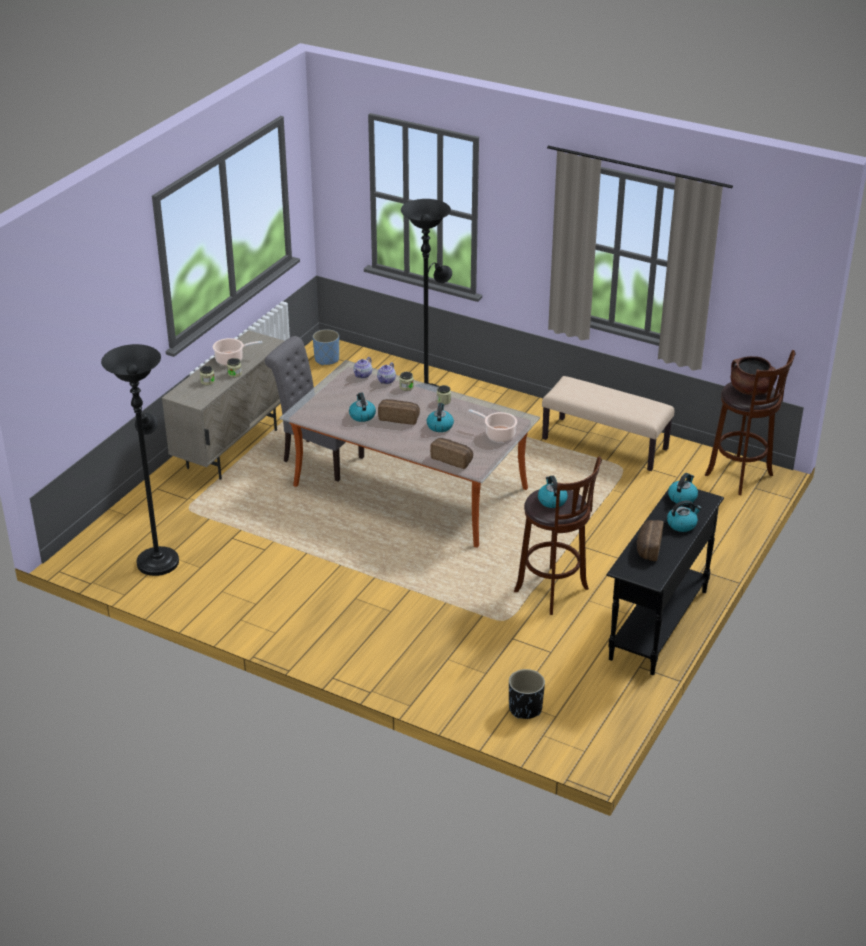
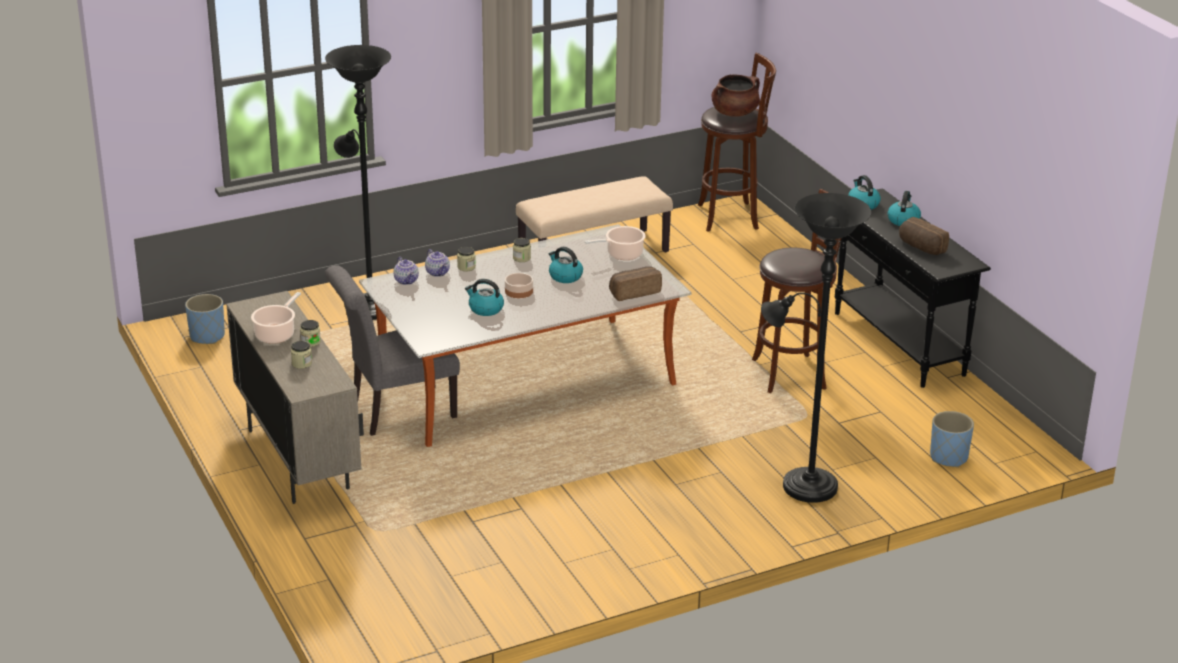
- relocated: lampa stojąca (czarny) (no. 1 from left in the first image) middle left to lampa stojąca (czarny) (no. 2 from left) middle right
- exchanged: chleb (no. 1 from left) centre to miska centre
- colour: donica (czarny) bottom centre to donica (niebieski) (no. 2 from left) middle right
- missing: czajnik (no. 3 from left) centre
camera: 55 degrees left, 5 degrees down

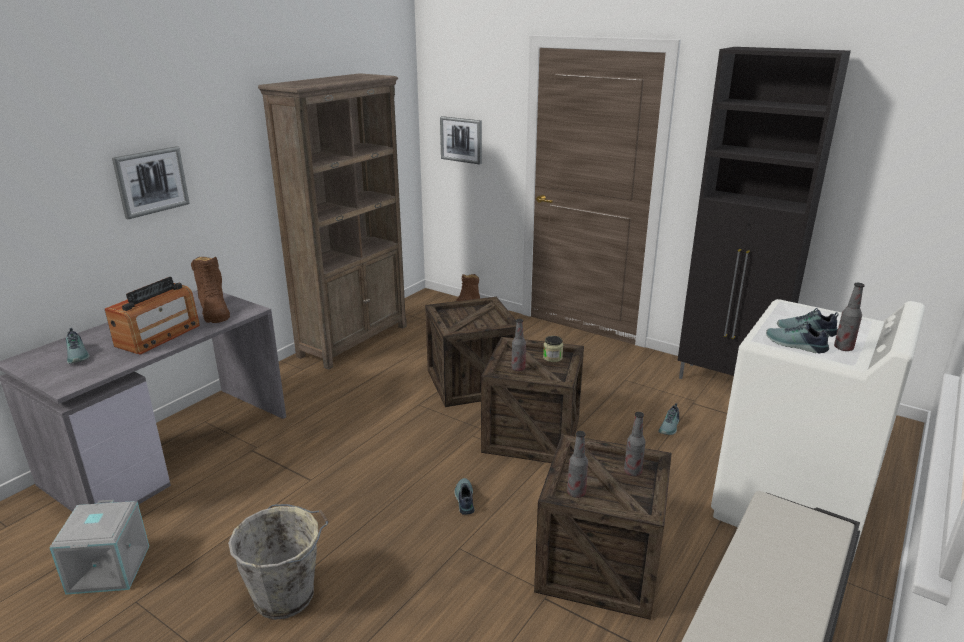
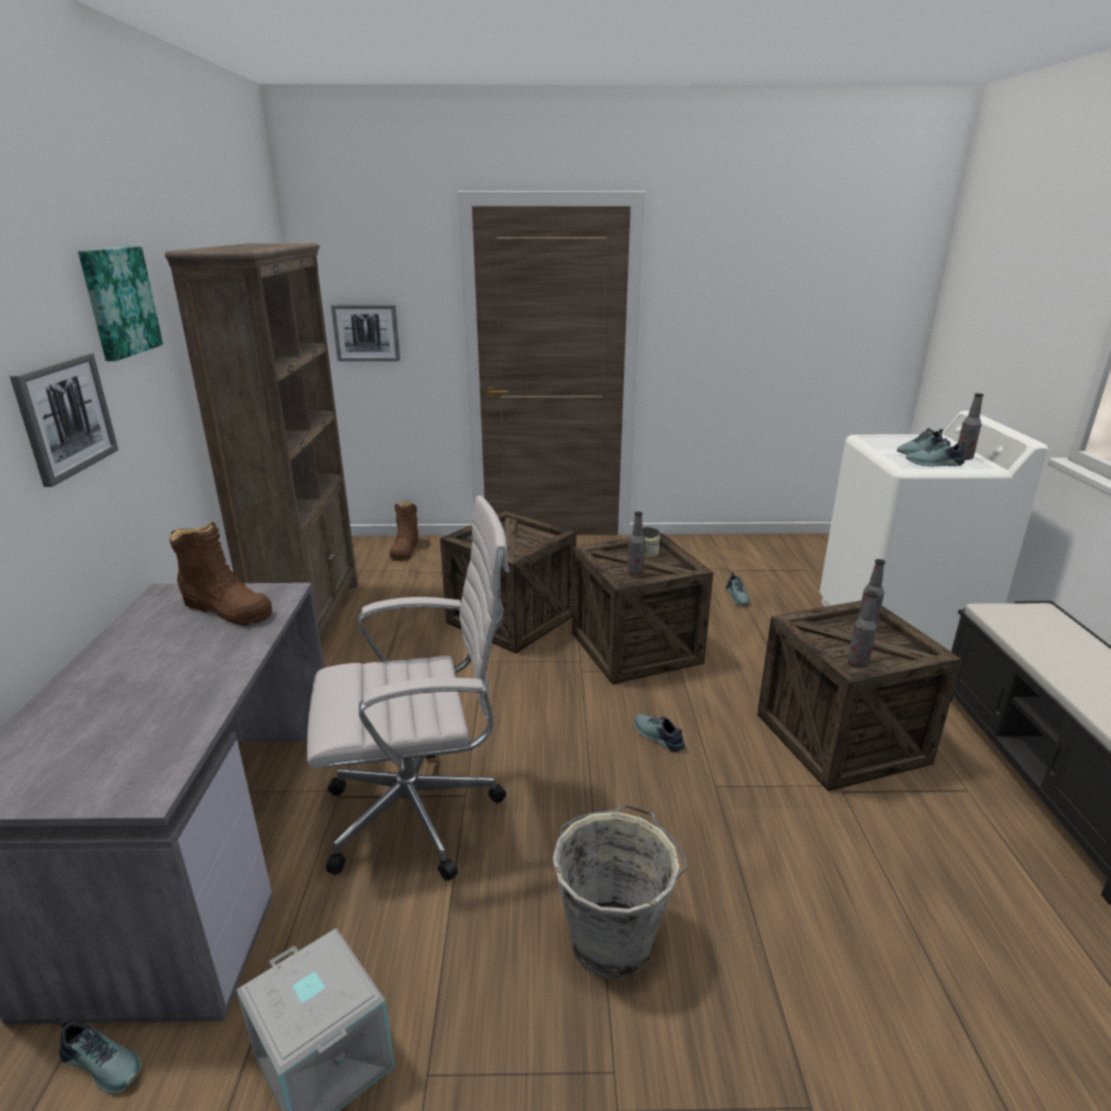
- relocated: but (no. 1 from left) middle left to bottom left
- missing: radio middle left
- missing: szafka (czarny) top right
- appeared: obraz (no. 2 from left) top left
- appeared: krzesło biurowe (biały) centre
camera: 35 degrees left, 0 degrees up

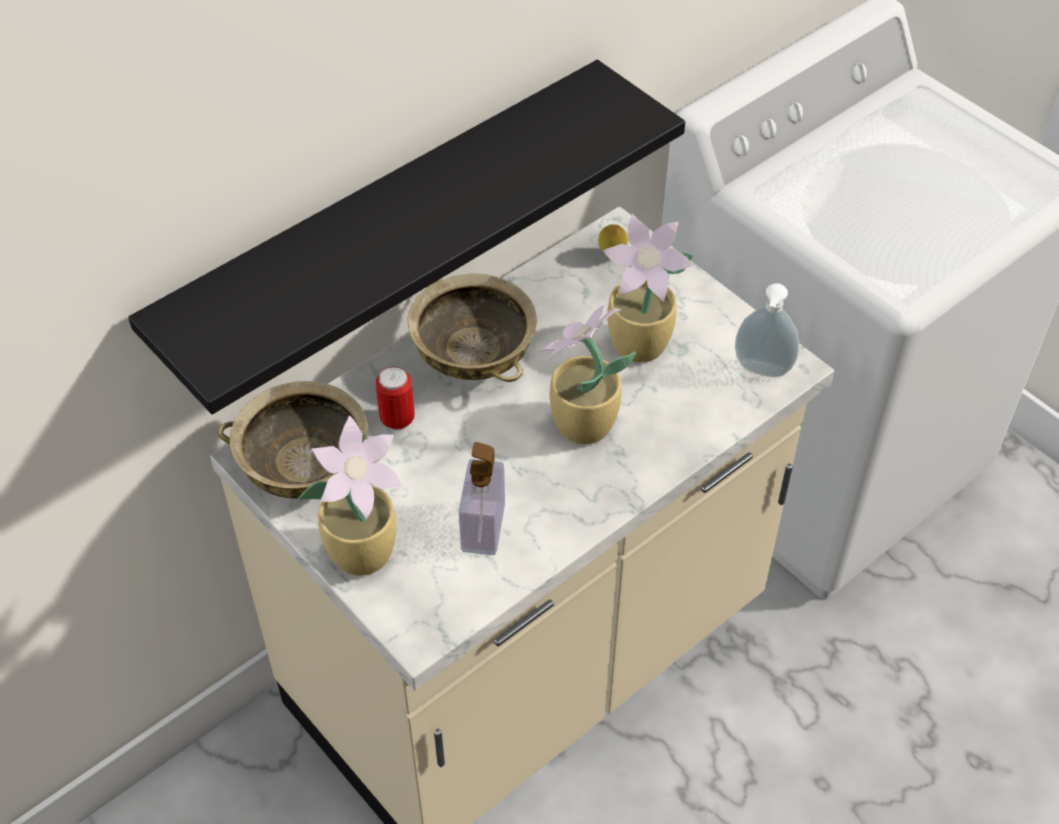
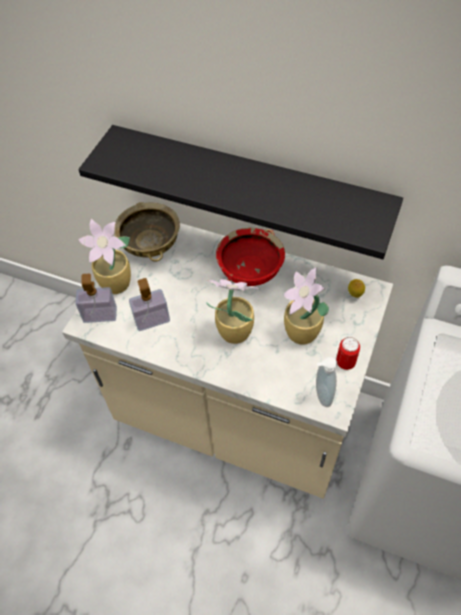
- relocated: puszka centre to middle right
- colour: miska (beżowy) (no. 2 from left) centre to miska (czerwony) centre
- appeared: dozownik mydła (no. 1 from left) middle left
camera: 65 degrees right, 5 degrees up

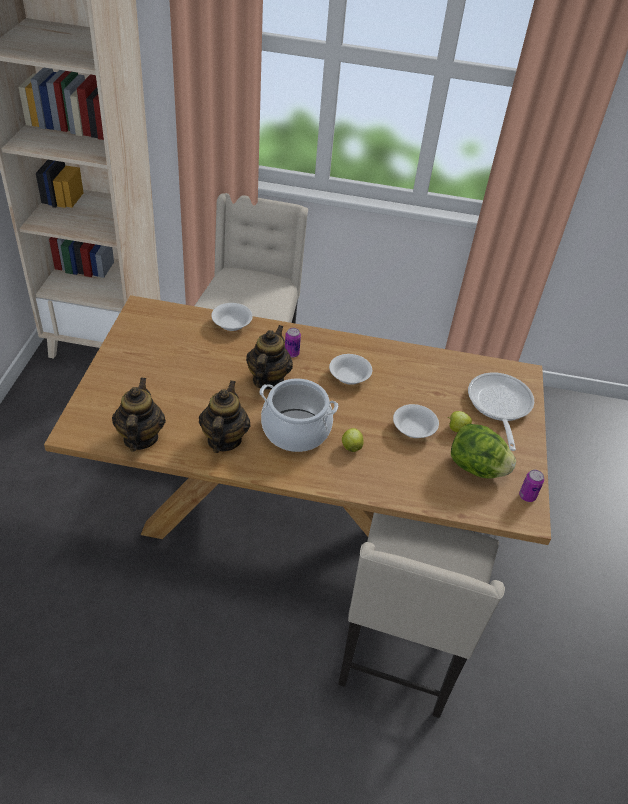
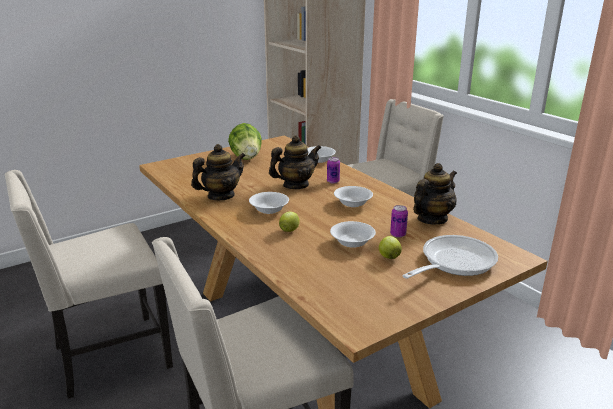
- relocated: imbryk (no. 1 from left in the first image) middle left to imbryk (no. 3 from left) middle right
- exchanged: garnek centre to miska (biały) (no. 1 from left) centre
- relocated: sałata middle right to centre
- relocated: puszka (no. 2 from left) middle right to centre
- appeared: krzesło (beżowy) (no. 1 from left) bottom left
camera: 50 degrees right, 20 degrees down

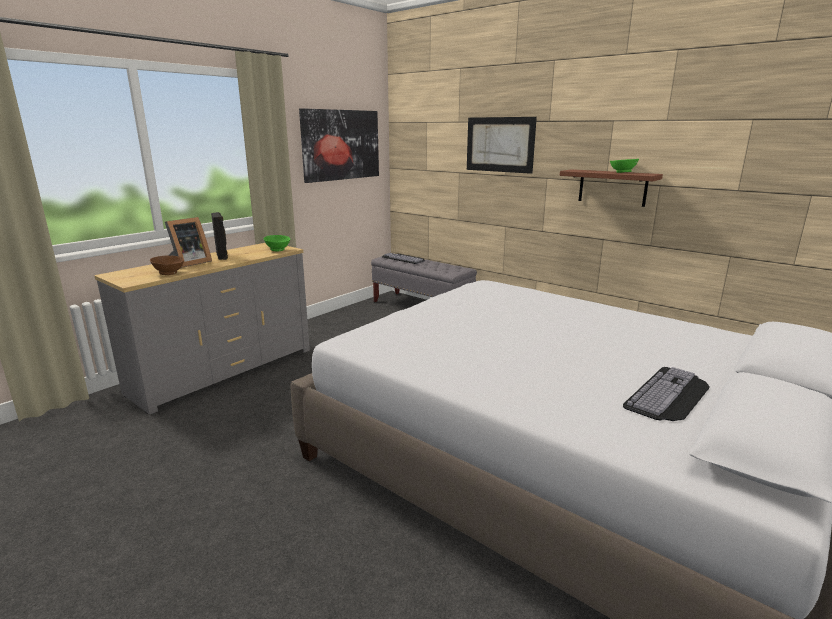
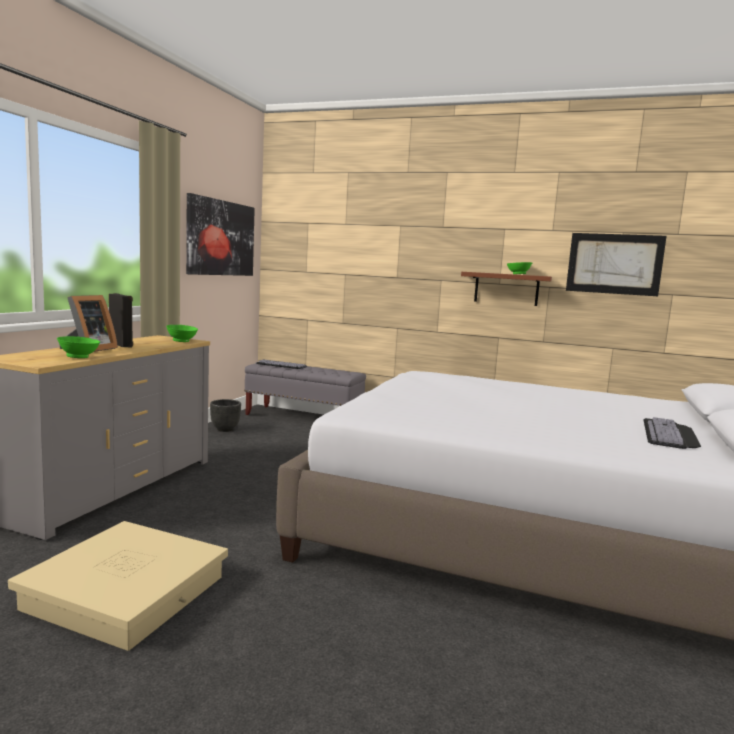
- colour: miska (brązowy) middle left to miska (zielony) (no. 1 from left) middle left
- relocated: obraz (no. 2 from left) top centre to middle right
- appeared: pojemnik do przechowywania (beżowy) bottom left
- appeared: donica (czarny) middle left
camera: 20 degrees left, 10 degrees down

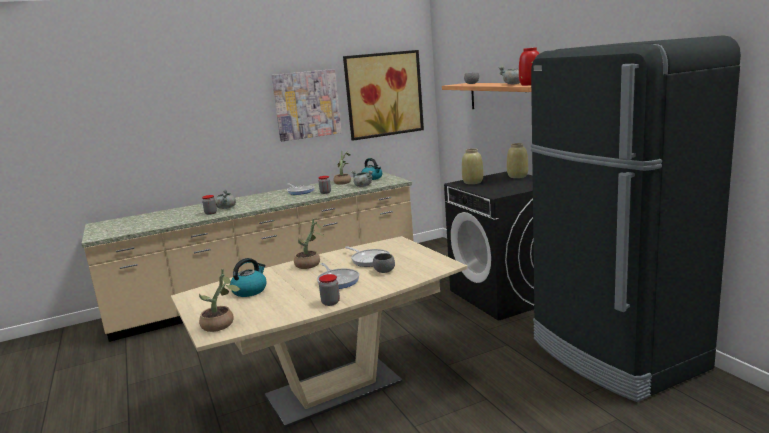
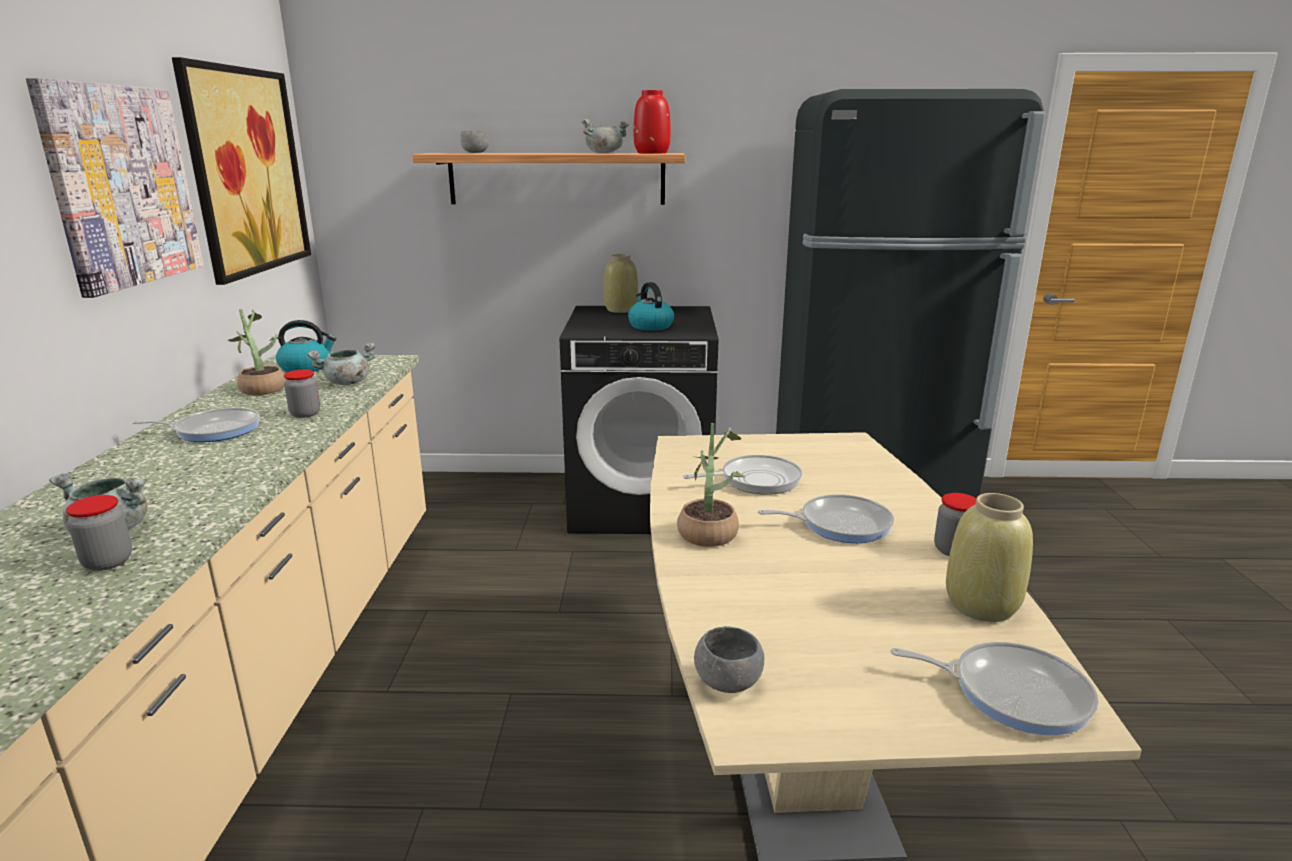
- exchanged: roślina doniczkowa (no. 1 from left) bottom left to patelnia (no. 4 from left) bottom right
- relocated: czajnik (no. 1 from left in the first image) middle left to czajnik (no. 2 from left) centre
- relocated: miska (szary) (no. 1 from left in the first image) centre to miska (szary) (no. 2 from left) bottom centre
- relocated: wazon (beżowy) (no. 1 from left in the first image) centre to wazon (beżowy) (no. 2 from left) middle right
camera: 65 degrees left, 5 degrees up

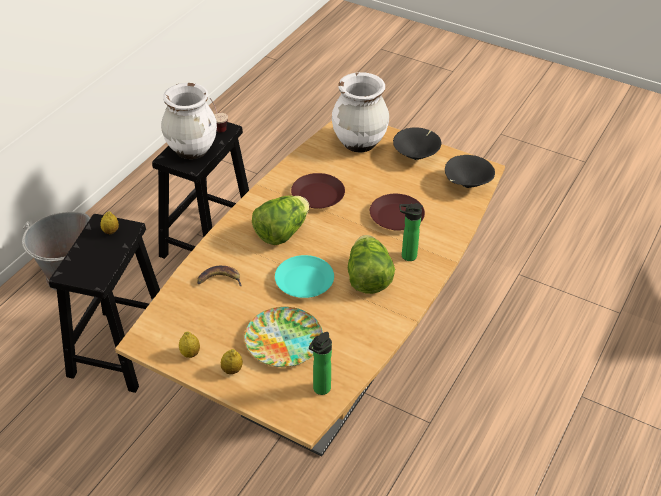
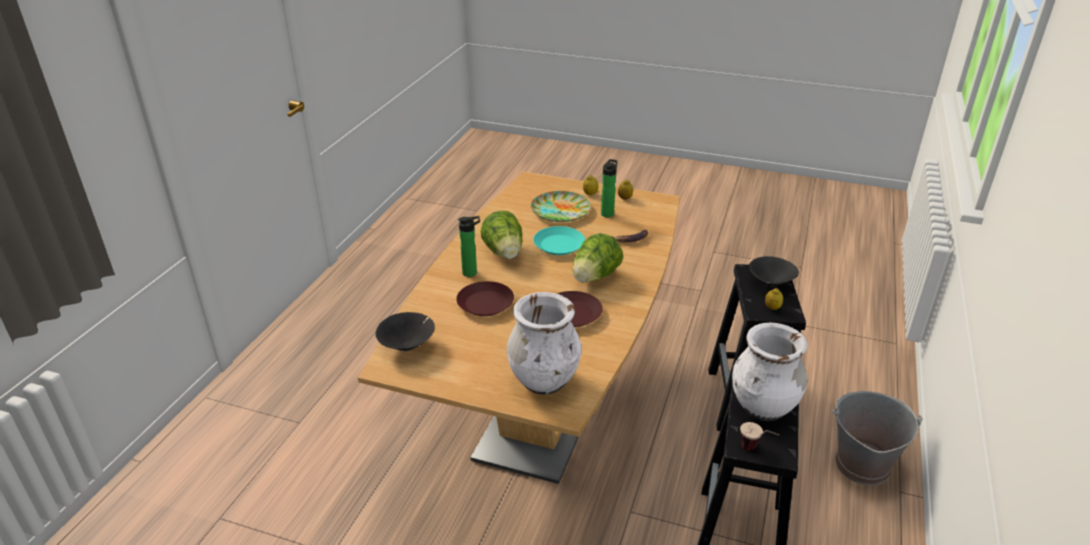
- relocated: butelka (no. 1 from left in the first image) bottom centre to butelka (no. 2 from left) centre
- relocated: miska (czarny) (no. 1 from left in the first image) top centre to miska (czarny) (no. 2 from left) middle right
camera: 170 degrees right, 10 degrees down

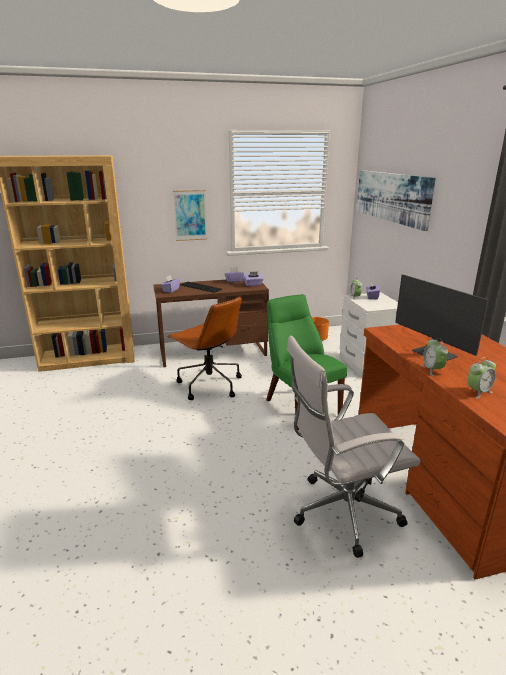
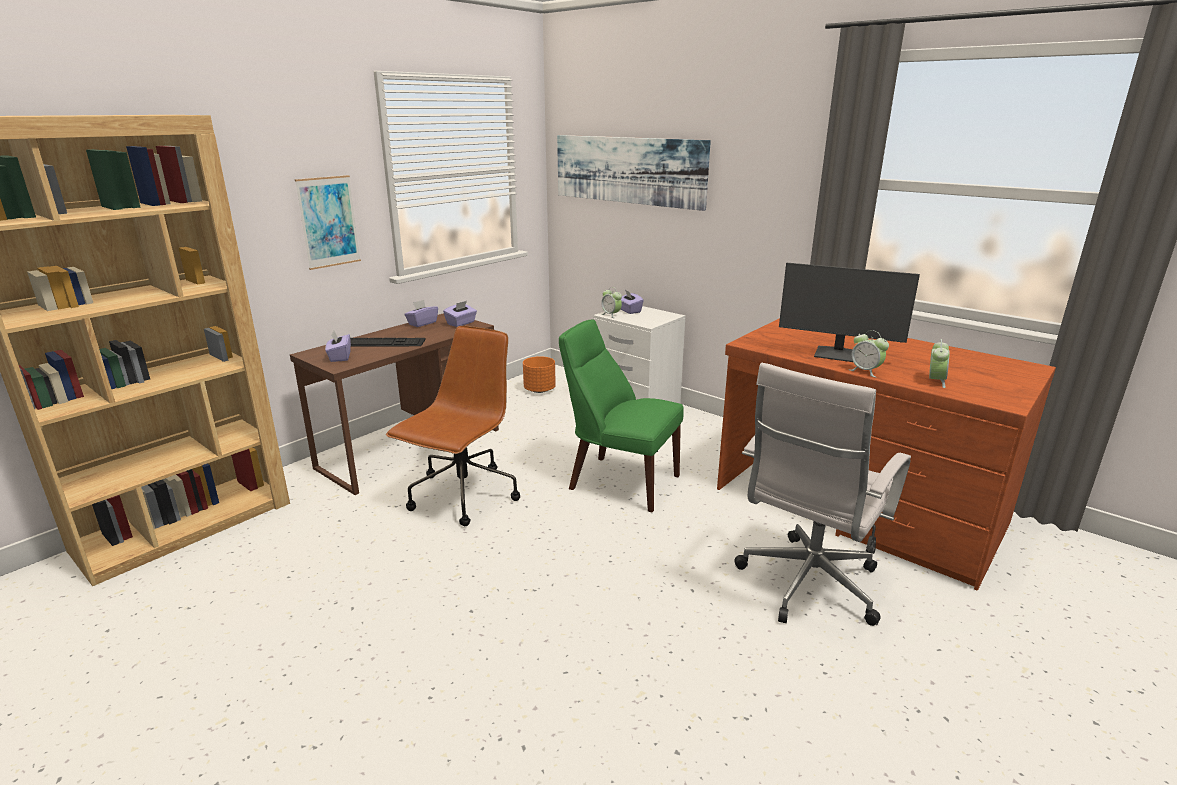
- spun: krzesło biurowe (brązowy) centre = centre 75 degrees counterclockwise
camera: 35 degrees left, 0 degrees up

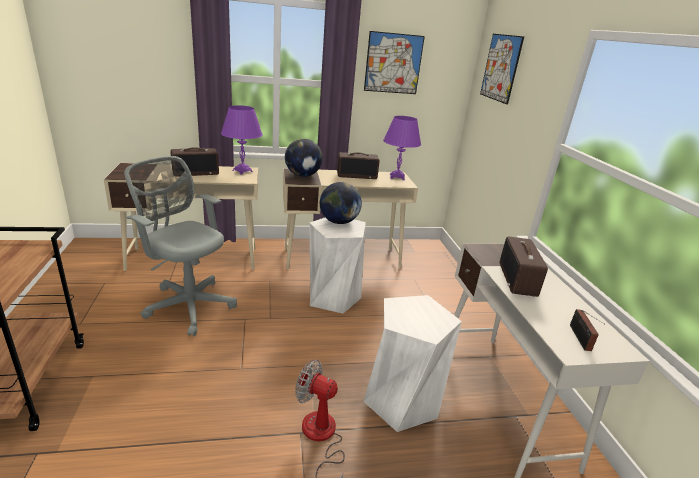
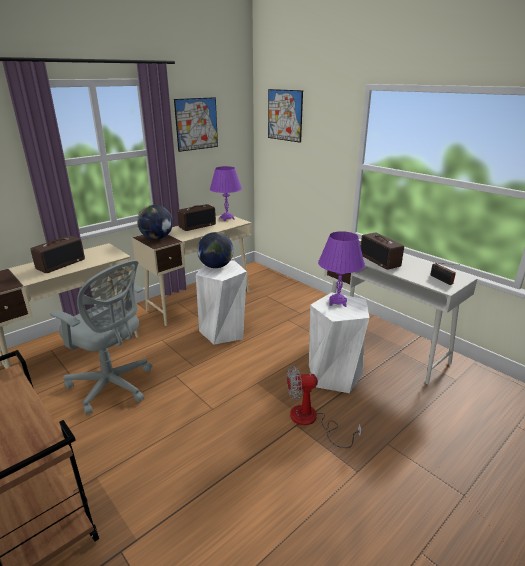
- spun: krzesło biurowe (szary) middle left = middle left 150 degrees counterclockwise
- relocated: lampa stołowa (fioletowy) (no. 1 from left in the first image) top centre to lampa stołowa (fioletowy) (no. 2 from left) centre
camera: 30 degrees left, 0 degrees up

